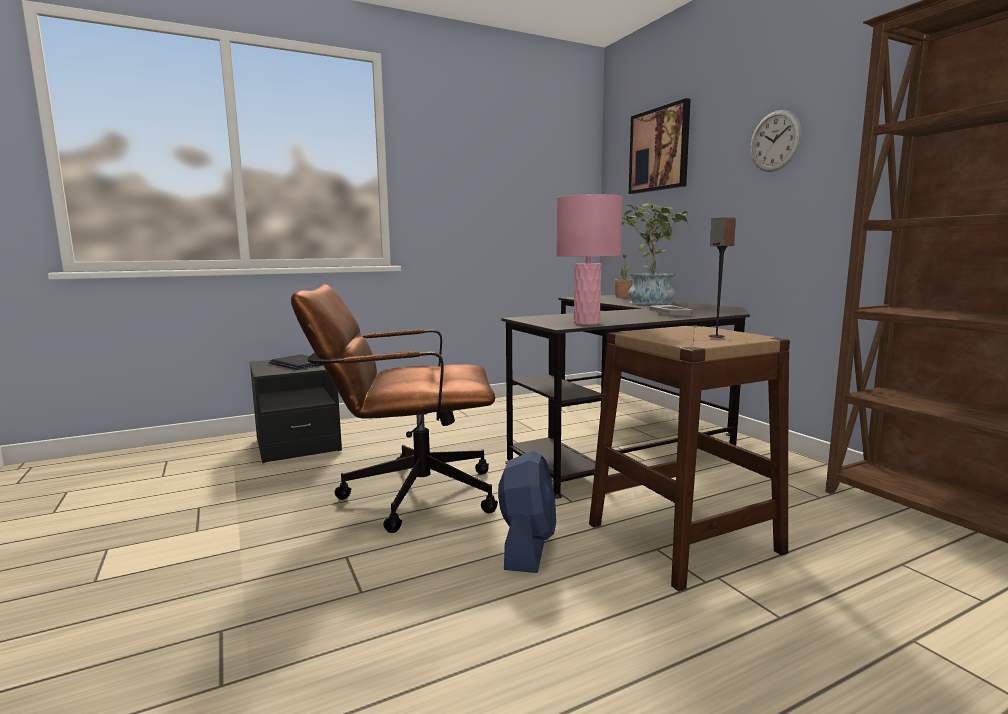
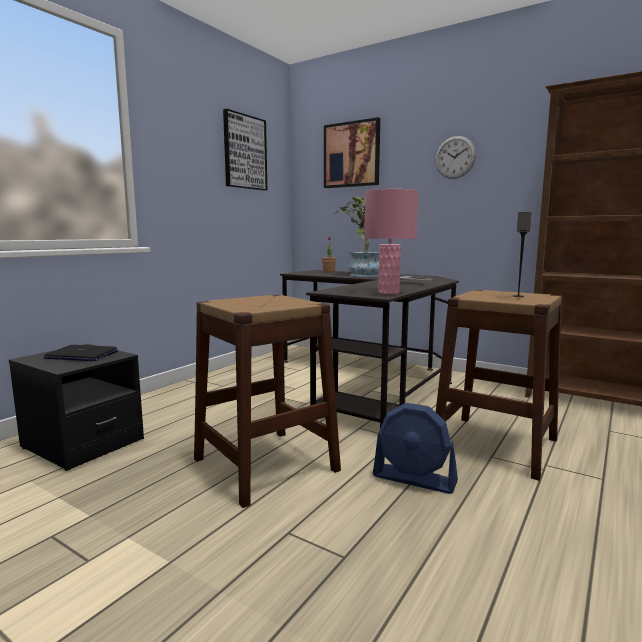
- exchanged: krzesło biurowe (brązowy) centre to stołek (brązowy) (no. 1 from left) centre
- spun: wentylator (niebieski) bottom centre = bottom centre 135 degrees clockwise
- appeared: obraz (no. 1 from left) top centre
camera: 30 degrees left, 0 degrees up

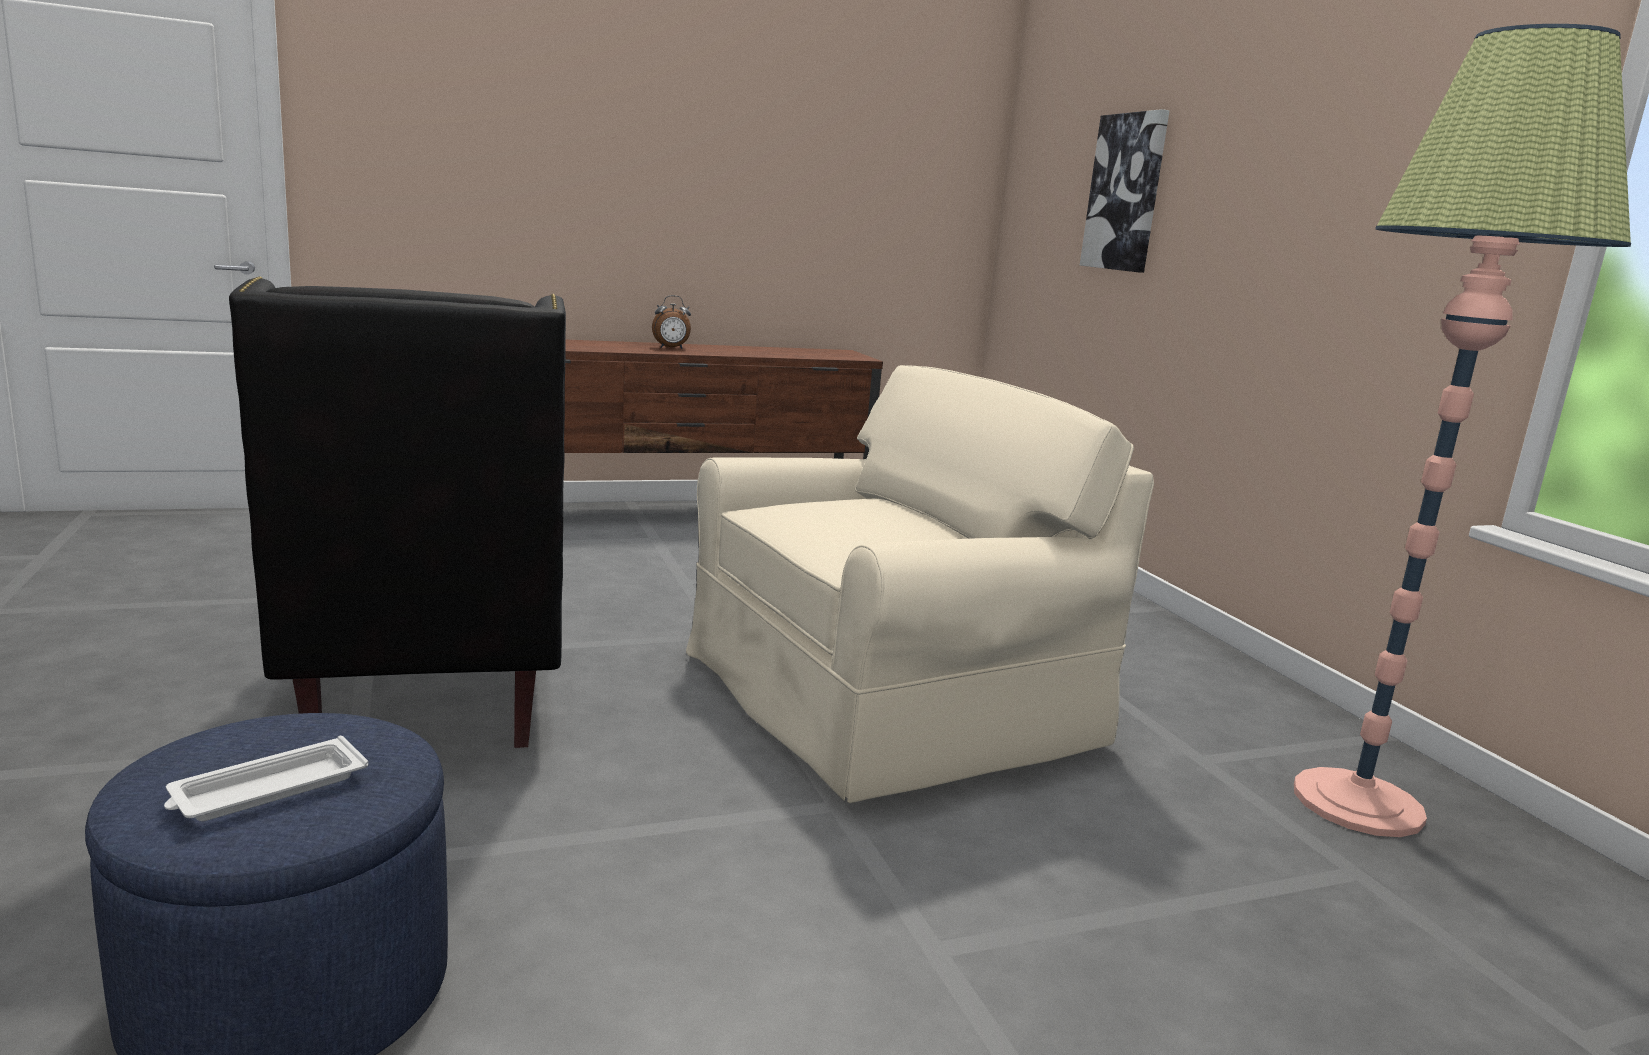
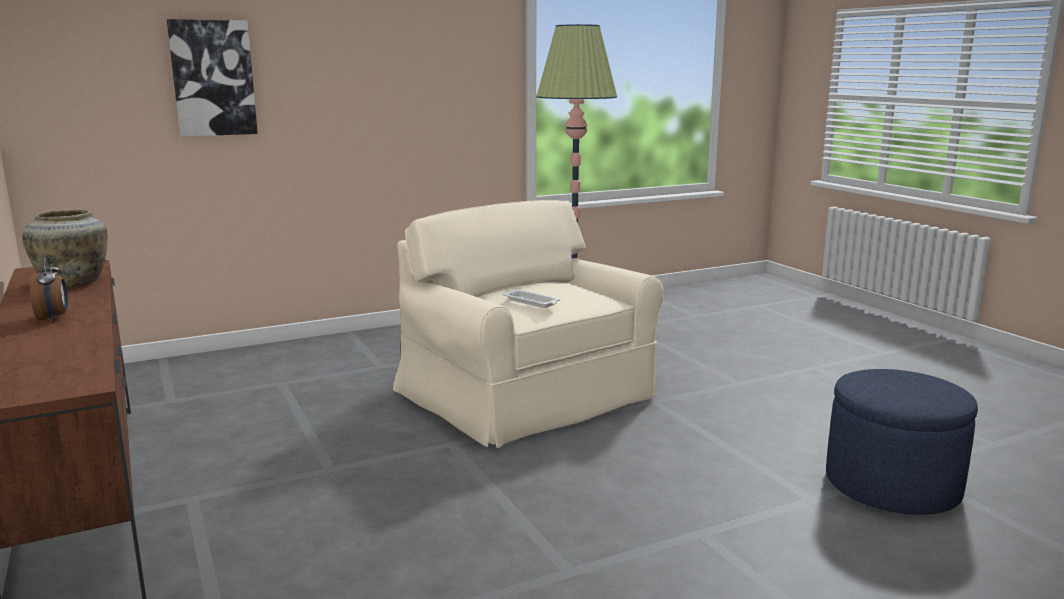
- relocated: taca (biały) bottom left to centre
- missing: fotel (czarny) middle left
- appeared: wazon (beżowy) middle left
camera: 95 degrees left, 0 degrees up

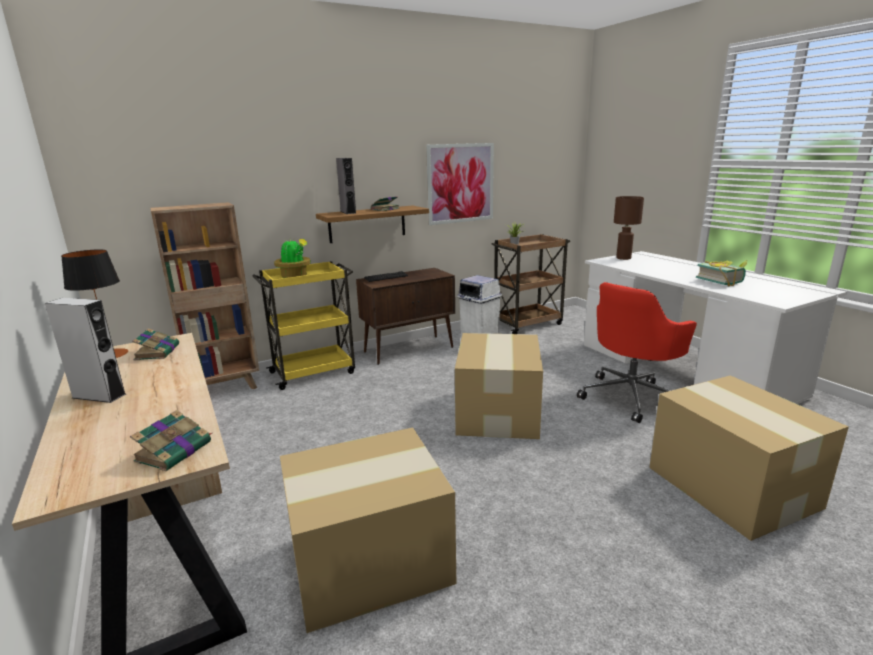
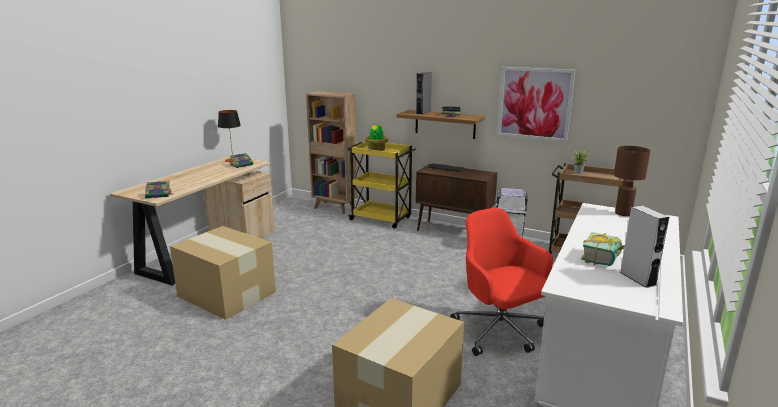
- relocated: głośnik (szary) (no. 1 from left in the first image) middle left to głośnik (szary) (no. 2 from left) middle right
- missing: karton (no. 2 from left) centre
- spun: krzesło biurowe (czerwony) middle right = bottom centre 45 degrees clockwise
camera: 55 degrees right, 0 degrees up

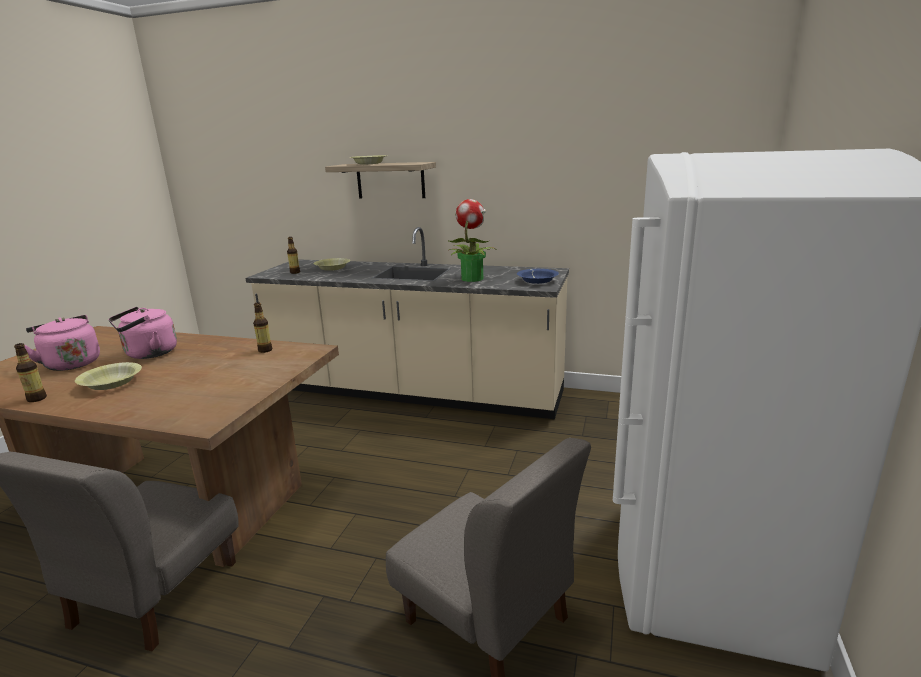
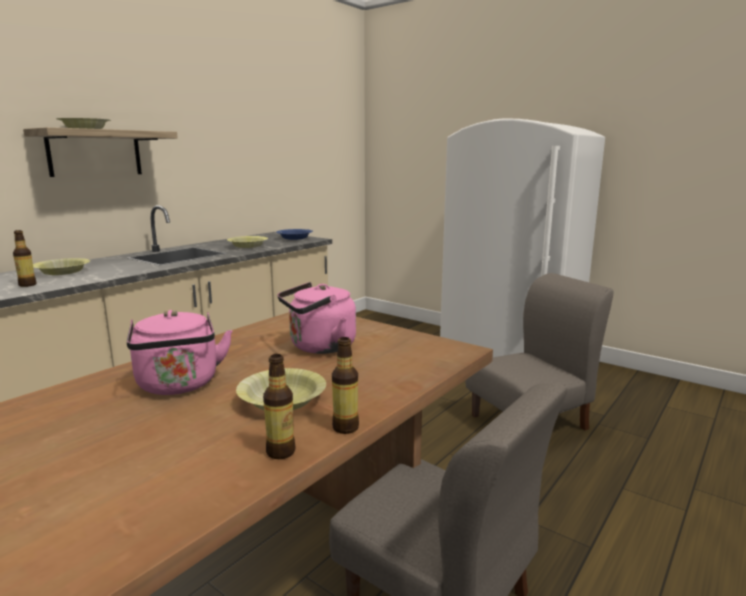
- relocated: czajnik (różowy) (no. 1 from left in the first image) middle left to czajnik (różowy) (no. 2 from left) centre
- relocated: butelka (no. 2 from left in the first image) middle left to butelka (no. 3 from left) centre
- exchanged: roślina doniczkowa centre to miska (żółty) (no. 3 from left) middle left
camera: 70 degrees left, 5 degrees down

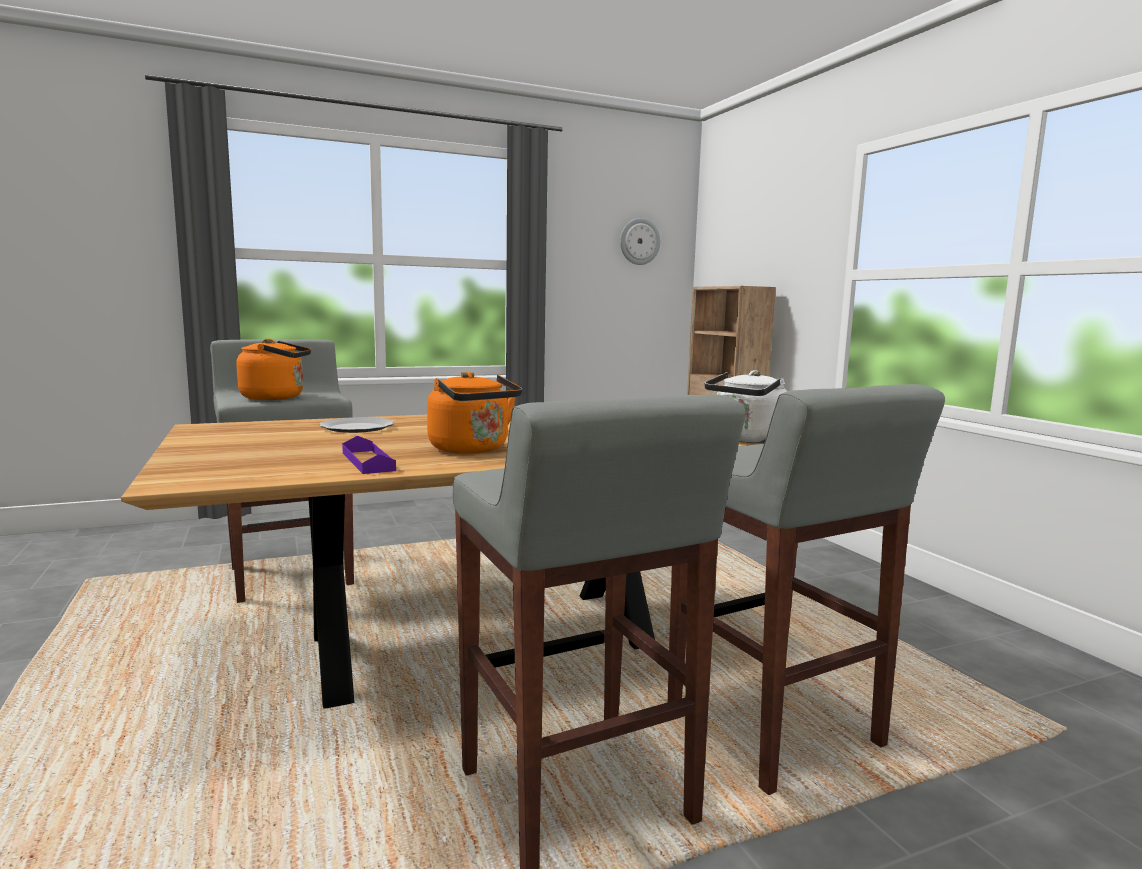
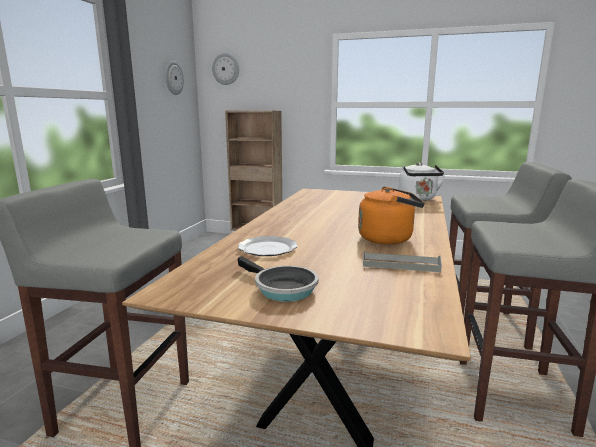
- missing: czajnik (pomarańczowy) (no. 1 from left) middle left
- colour: taca (fioletowy) middle left to taca (szary) middle right
- appeared: zegar ścienny (no. 2 from left) top centre
- appeared: patelnia centre
camera: 50 degrees left, 5 degrees up

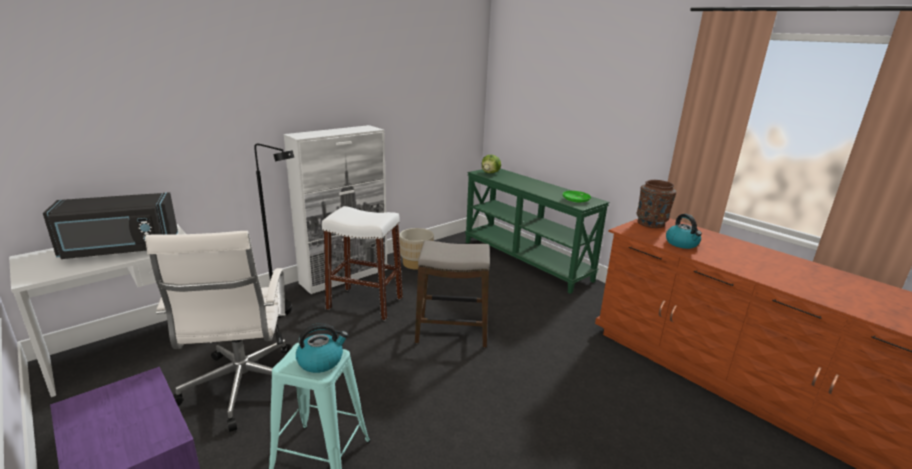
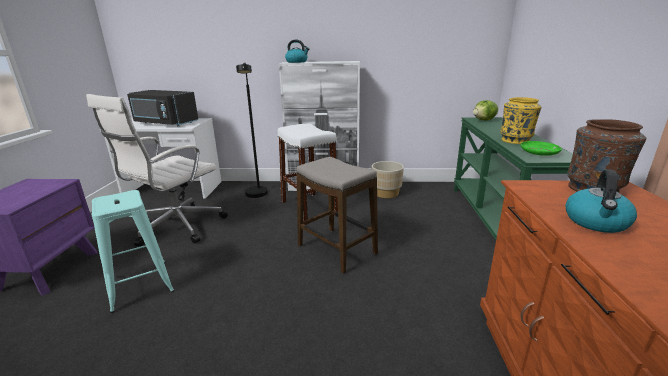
- relocated: czajnik (no. 1 from left) bottom centre to top centre
- appeared: wazon (żółty) top right
camera: 45 degrees right, 0 degrees up

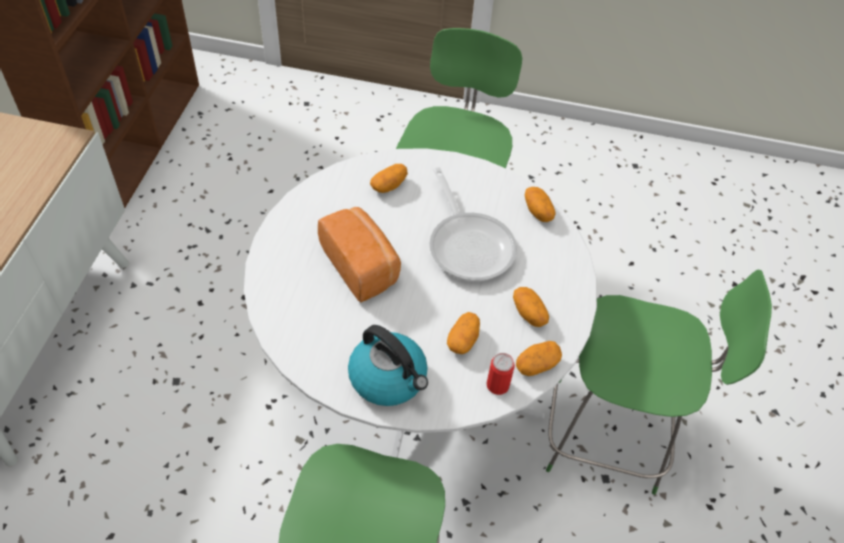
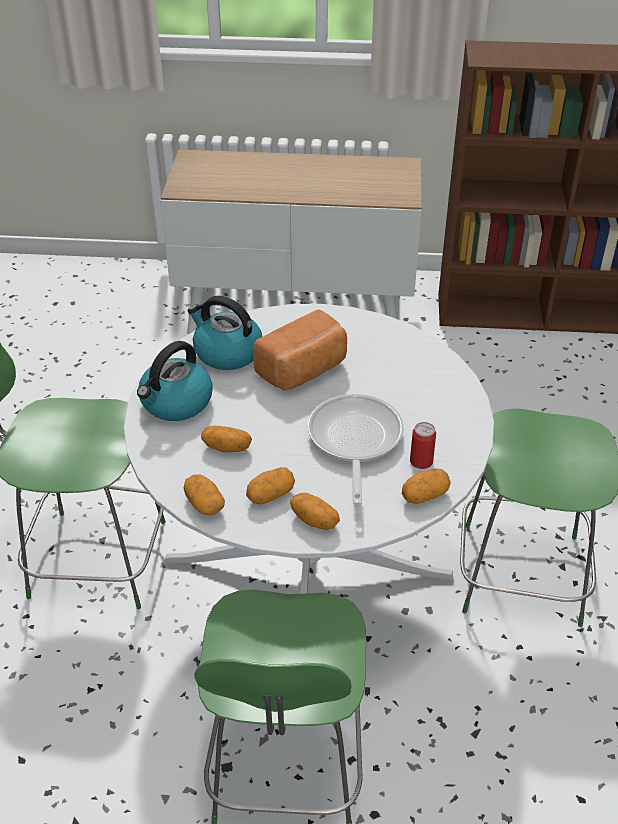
- relocated: ziemniak (no. 1 from left in the first image) top centre to ziemniak (no. 4 from left) centre
- spun: patelnia centre = centre 120 degrees clockwise
- relocated: puszka bottom centre to middle right
- appeared: czajnik (no. 2 from left) centre
camera: 85 degrees right, 10 degrees down

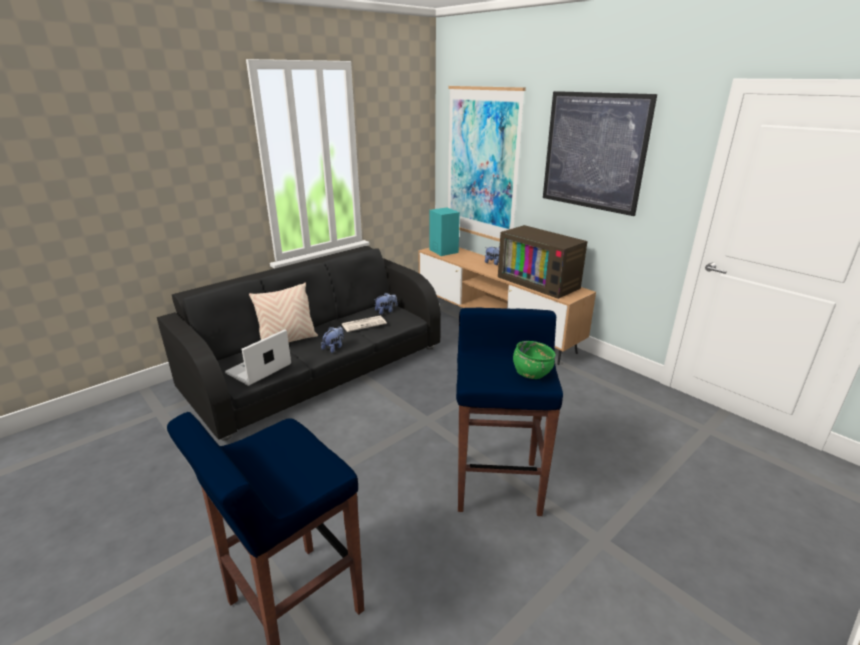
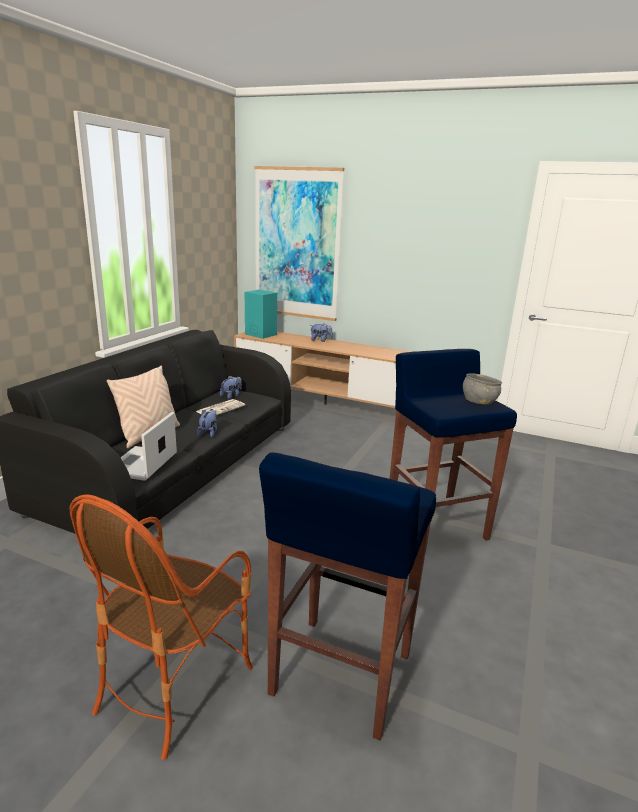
- missing: telewizor centre
- colour: miska (zielony) centre to miska (szary) middle right
- missing: obraz (no. 2 from left) top right
- appeared: fotel bottom left
camera: 25 degrees left, 5 degrees down

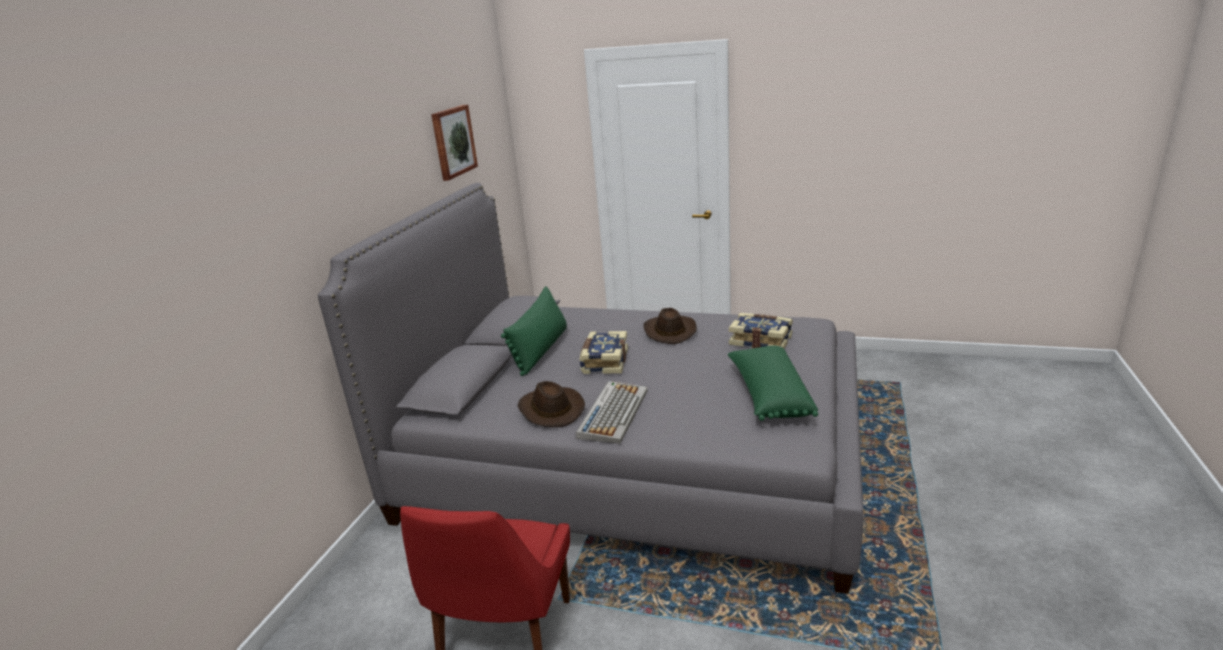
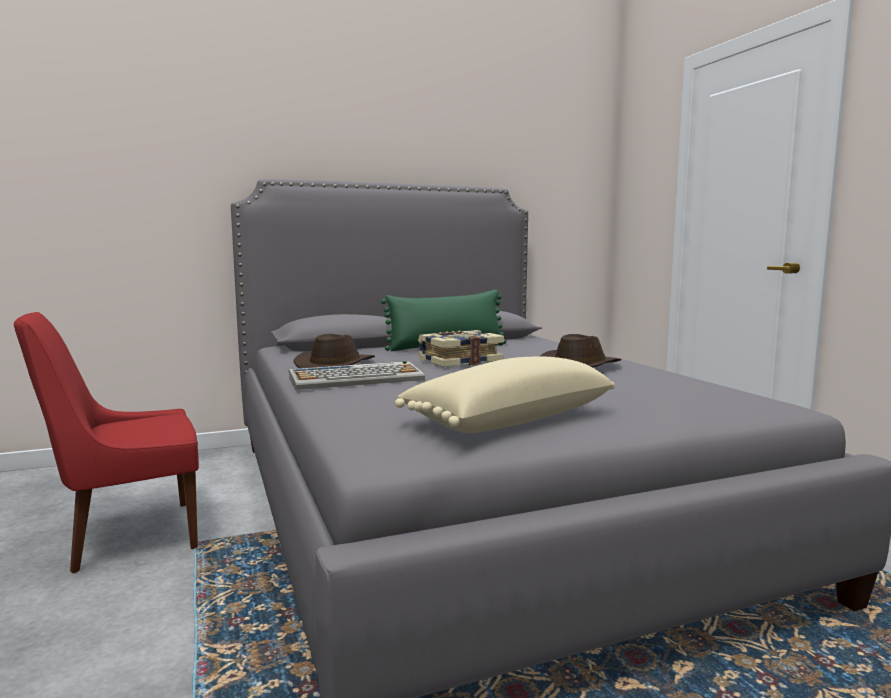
- missing: obraz top centre
- colour: poduszka (zielony) (no. 2 from left) centre to poduszka (beżowy) centre
- missing: książka (no. 2 from left) centre
camera: 50 degrees right, 15 degrees down

